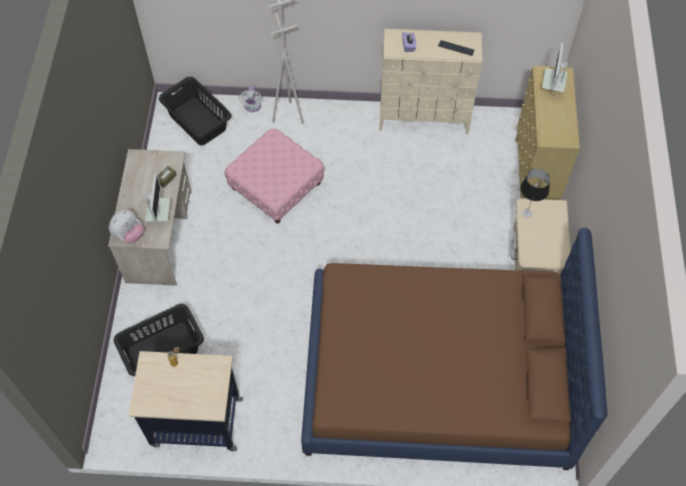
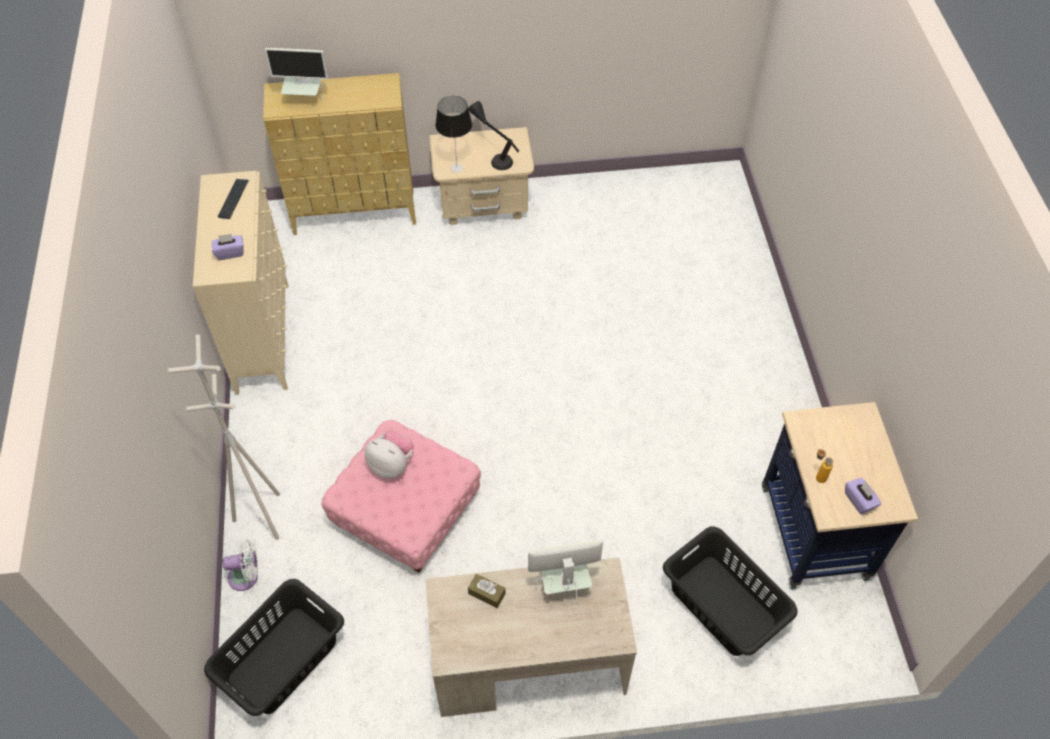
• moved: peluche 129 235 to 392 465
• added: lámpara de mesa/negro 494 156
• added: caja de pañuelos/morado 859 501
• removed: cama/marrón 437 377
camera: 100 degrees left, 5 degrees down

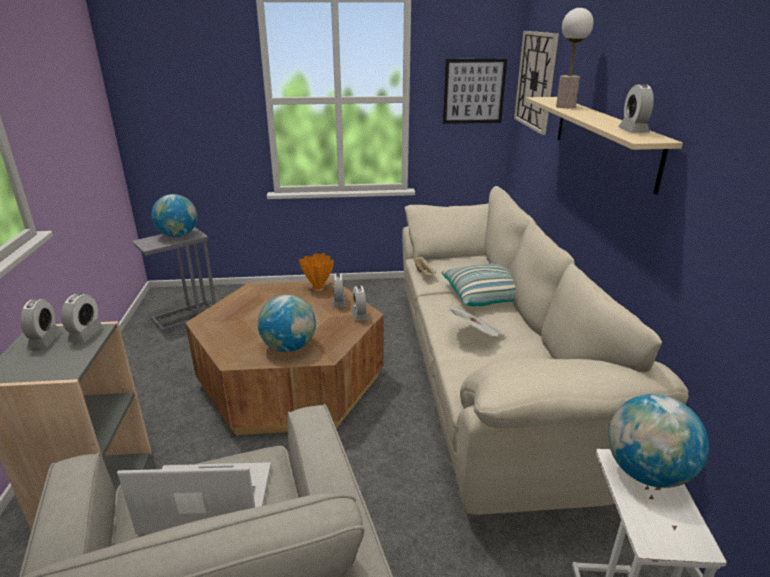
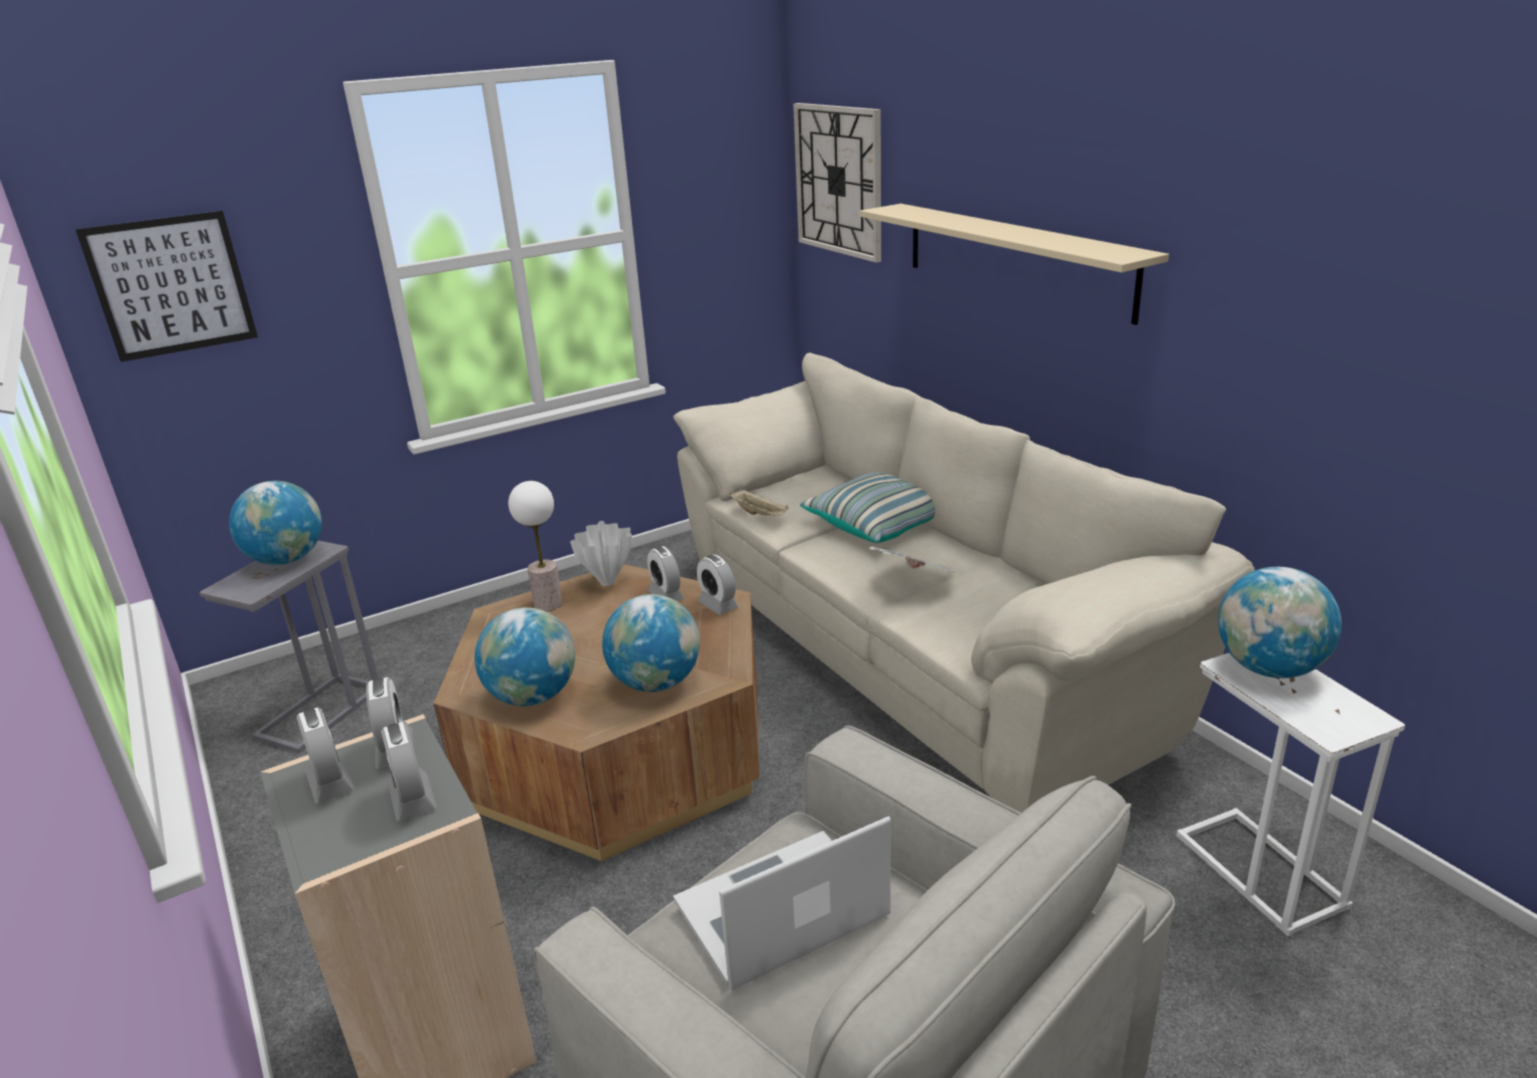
• moved: cuadro 474 91 to 171 285
• moved: despertador 633 131 to 412 799
• added: globo terráqueo 533 696
• moved: lámpara de mesa 566 106 to 548 604
• recoloured: florero/naranja 318 288 to florero/blanco 607 583
camera: 25 degrees left, 0 degrees up

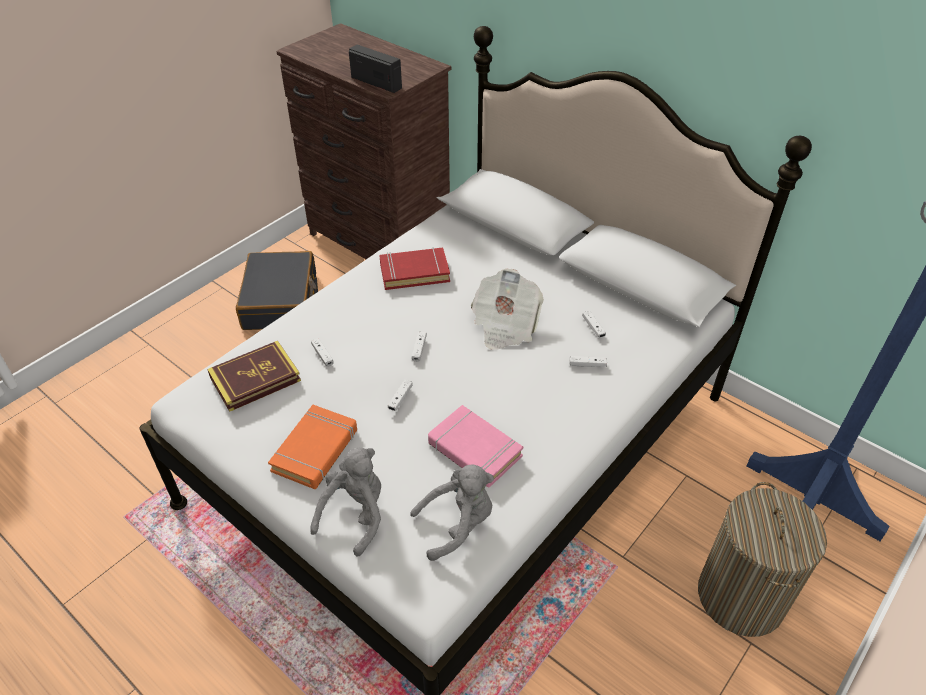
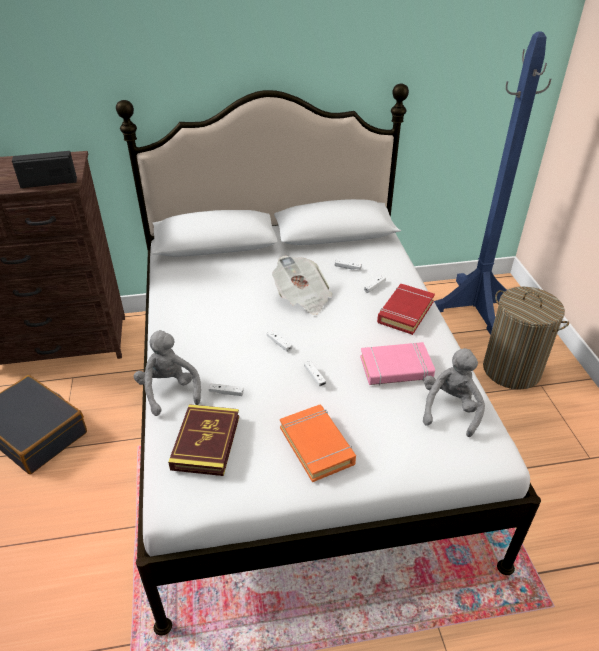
• moved: peluche/gris 355 515 to 169 390
• moved: libro/rojo 414 272 to 405 312
camera: 50 degrees left, 5 degrees down

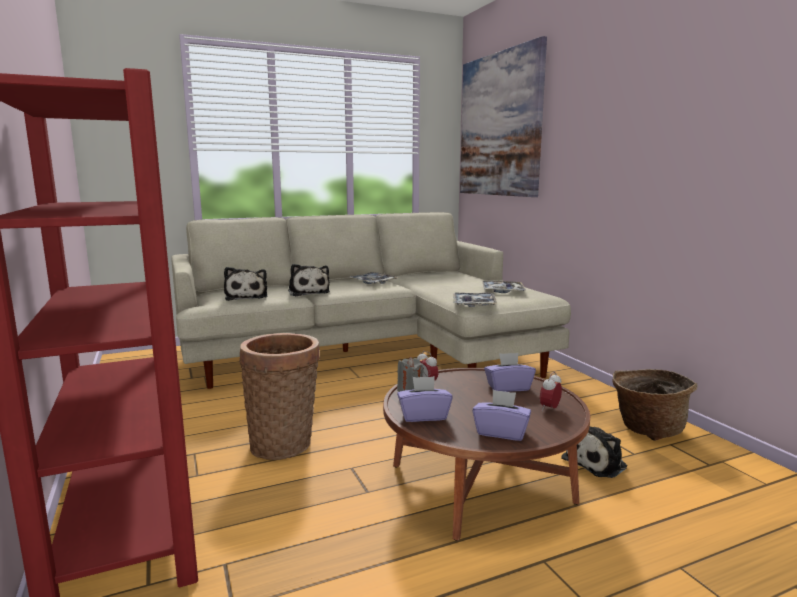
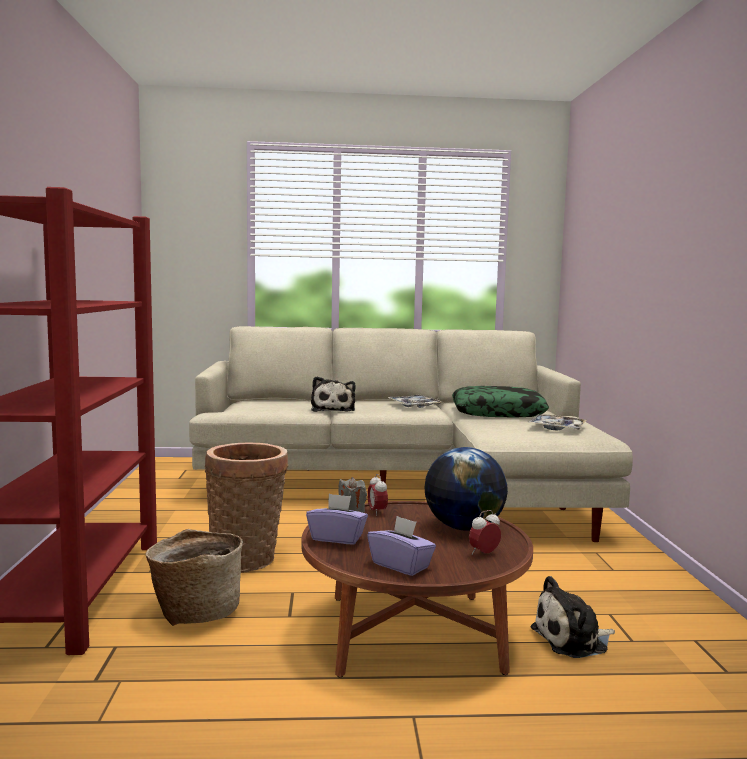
• moved: cesta 647 429 to 195 612
• replaced: caja de pañuelos/morado 508 387 to globo terráqueo 463 527
• added: cojín 498 412
• removed: peluche 246 297
• removed: bandeja 474 304
• removed: cuadro 499 125
camera: 20 degrees right, 5 degrees down

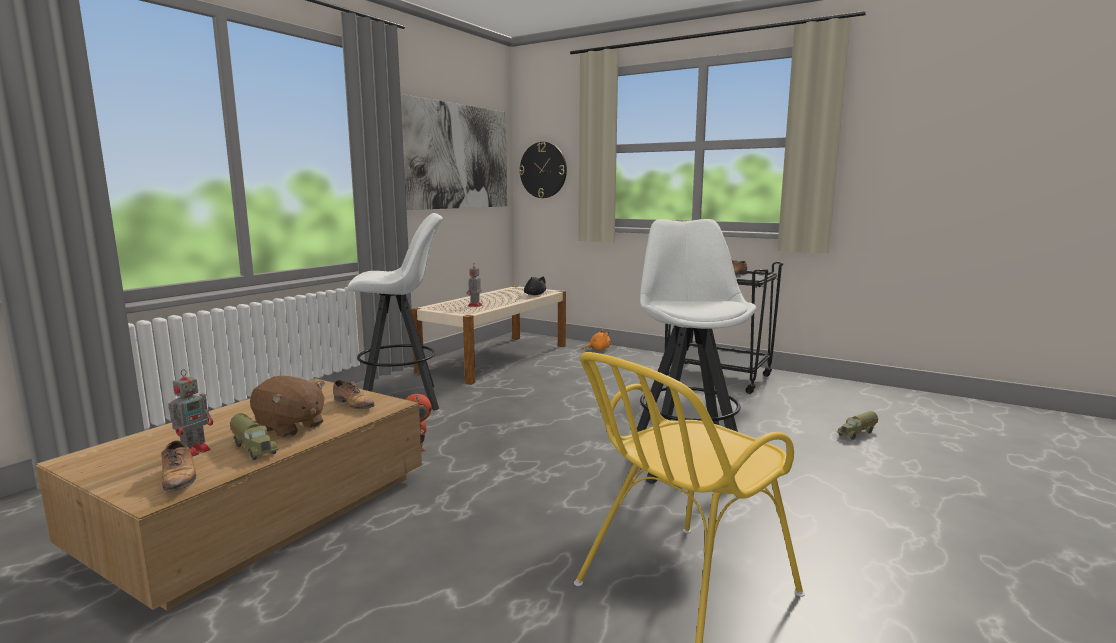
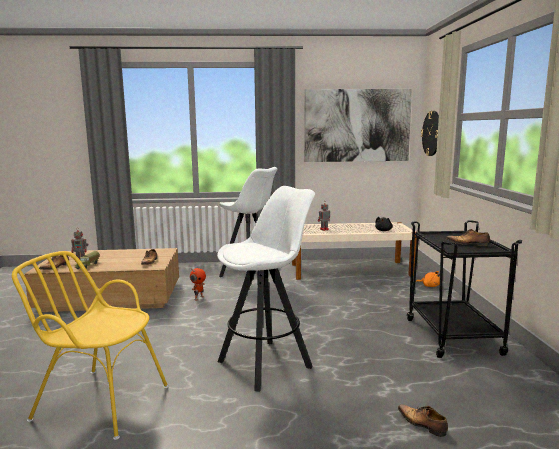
• replaced: camión de juguete 857 433 to zapato 422 424
• removed: peluche/marrón 290 427
camera: 55 degrees right, 0 degrees up

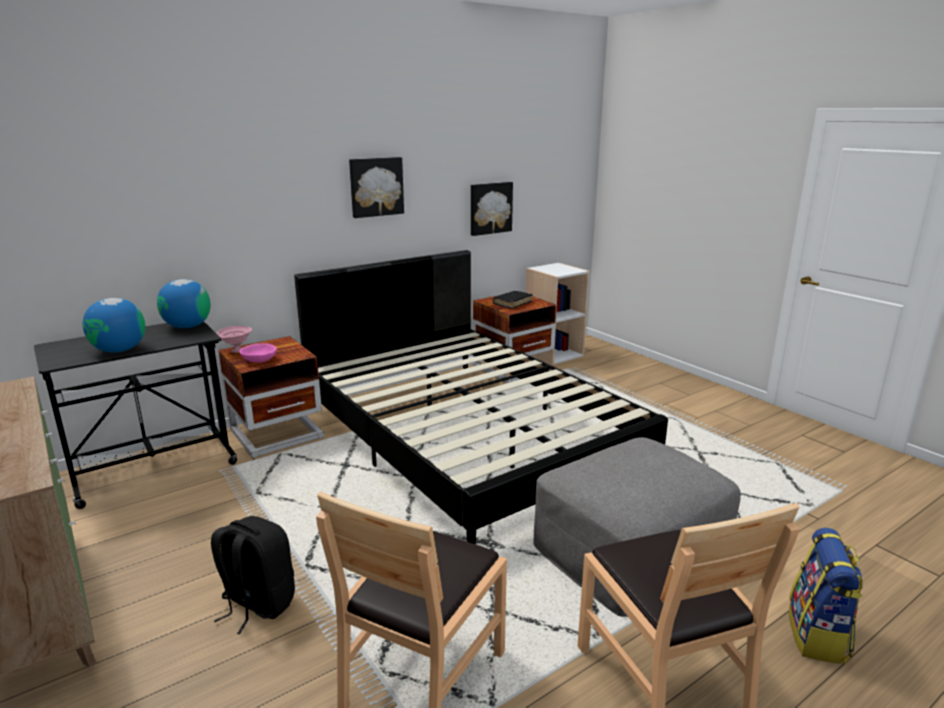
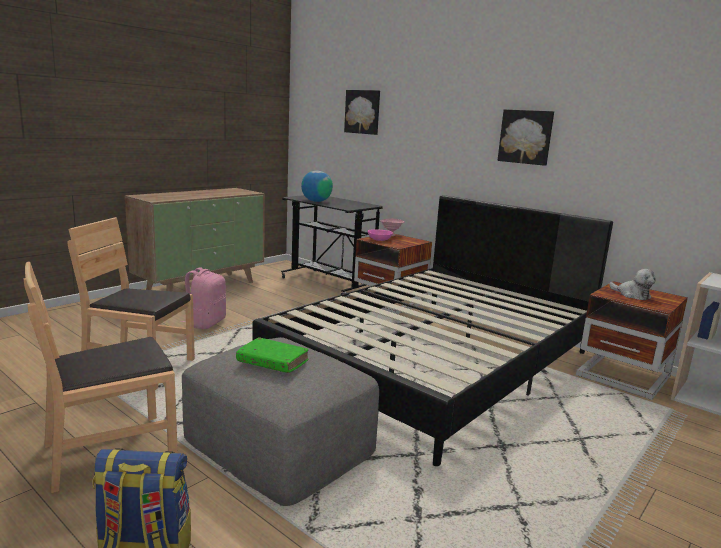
• recoloured: mochila/negro 257 604 to mochila/rosa 206 323
• added: libro/verde 272 362
• moved: cuadro 490 208 to 363 112
• replaced: libro/negro 512 303 to peluche 632 295
• removed: globo terráqueo 187 326
camera: 75 degrees right, 5 degrees down

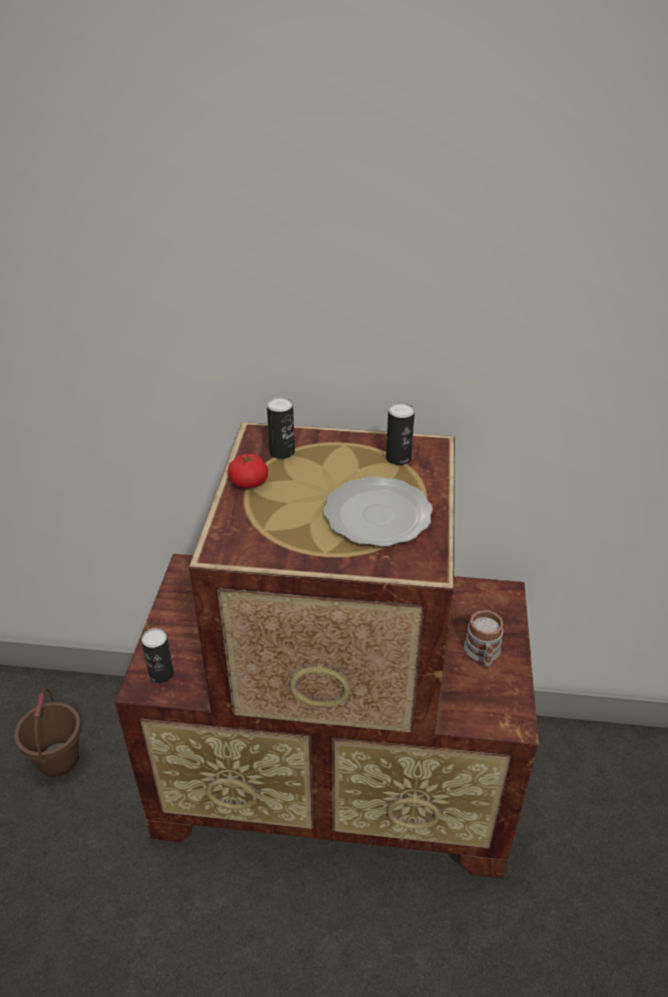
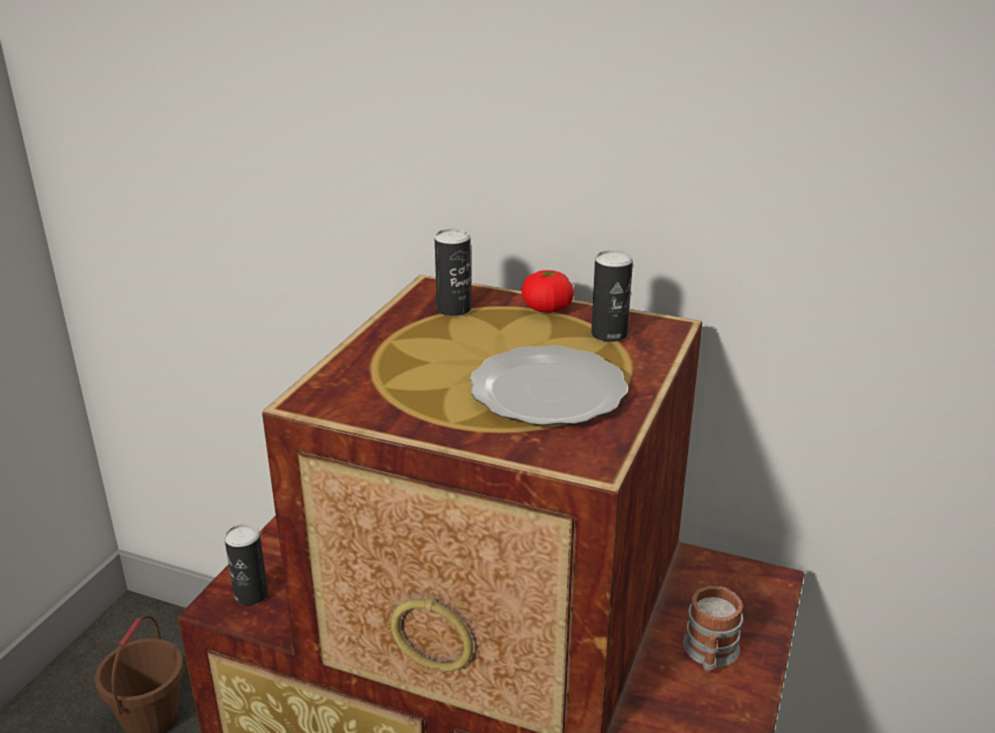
• moved: tomate 248 482 to 547 308
camera: 15 degrees right, 10 degrees down

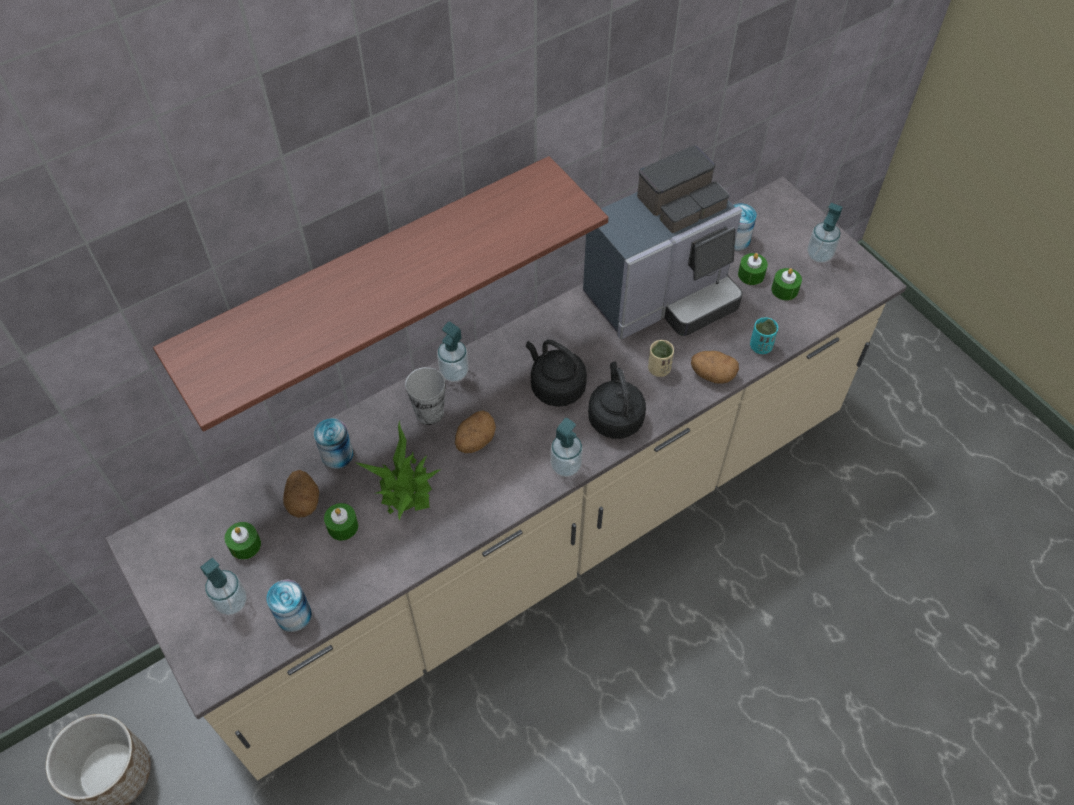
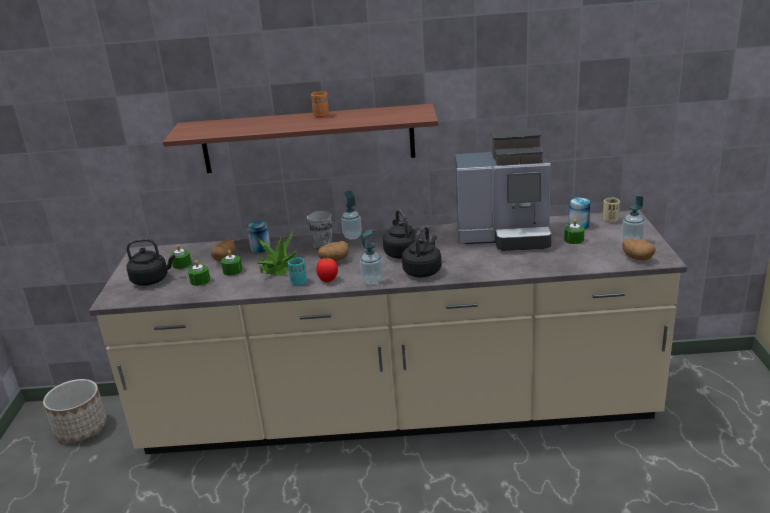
• replaced: dispensador de jabón 232 602 to hervidor/negro 152 280
• moved: vela/verde 784 289 to 200 281
• moved: taza/turquesa 760 346 to 298 282
• added: taza/naranja 321 116
• added: tomate 328 280
• moved: taza/beis 659 369 to 610 220
• moved: patata 712 374 to 637 258
• removed: lata 293 615
camera: 35 degrees right, 30 degrees down

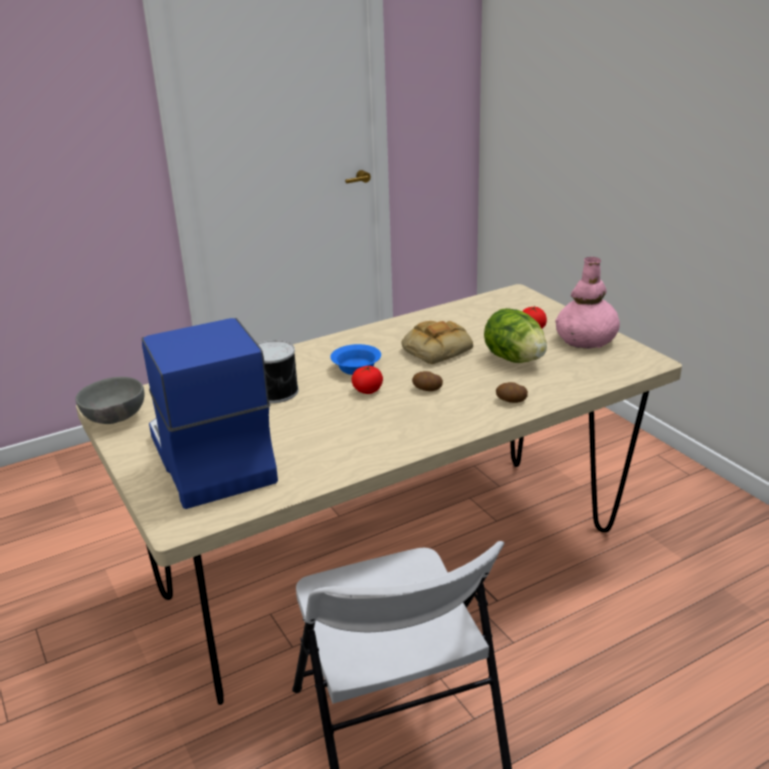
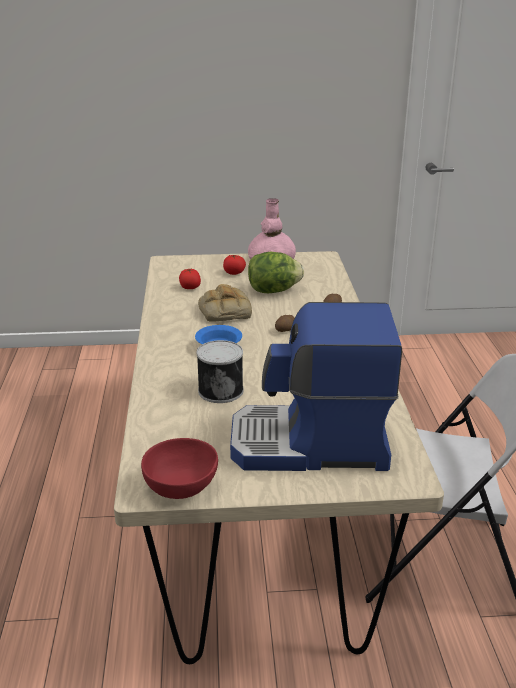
• recoloured: cuenco/gris 114 419 to cuenco/rojo 183 488
• moved: tomate 367 390 to 190 288
camera: 65 degrees left, 0 degrees up

